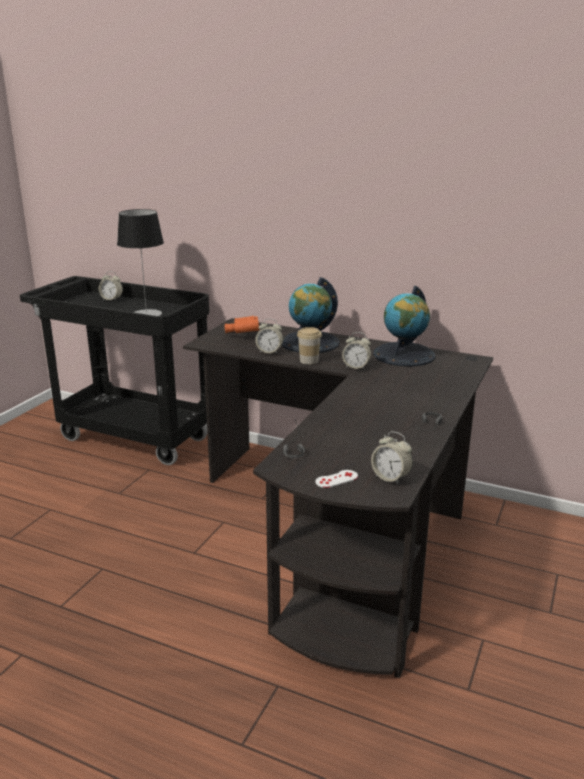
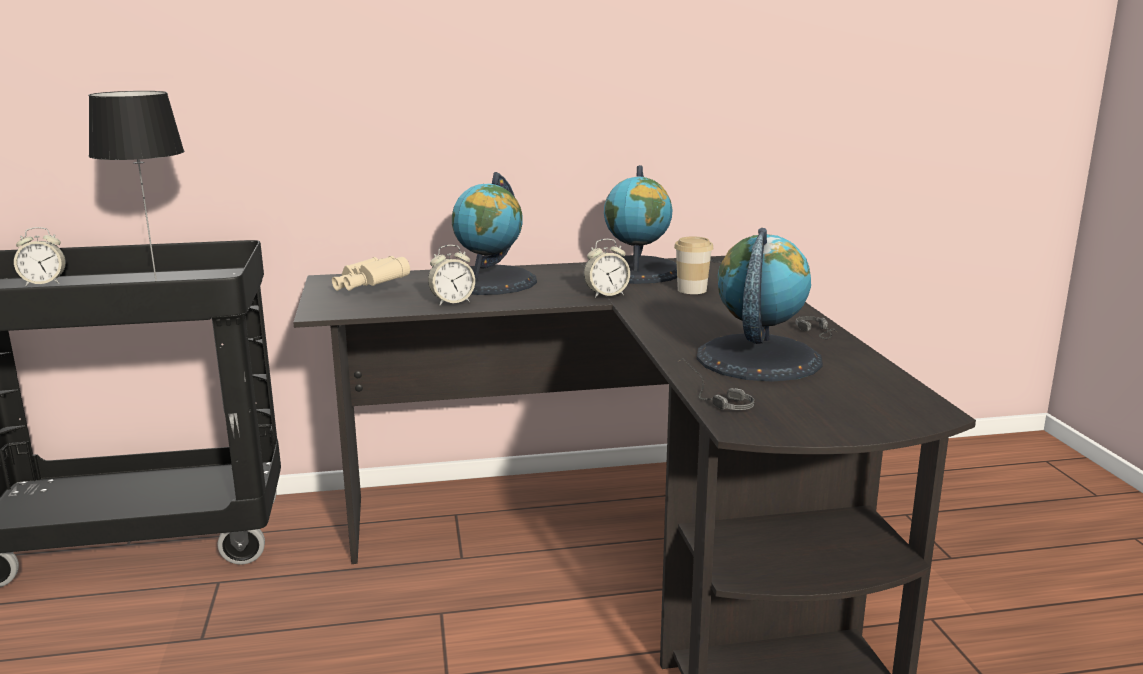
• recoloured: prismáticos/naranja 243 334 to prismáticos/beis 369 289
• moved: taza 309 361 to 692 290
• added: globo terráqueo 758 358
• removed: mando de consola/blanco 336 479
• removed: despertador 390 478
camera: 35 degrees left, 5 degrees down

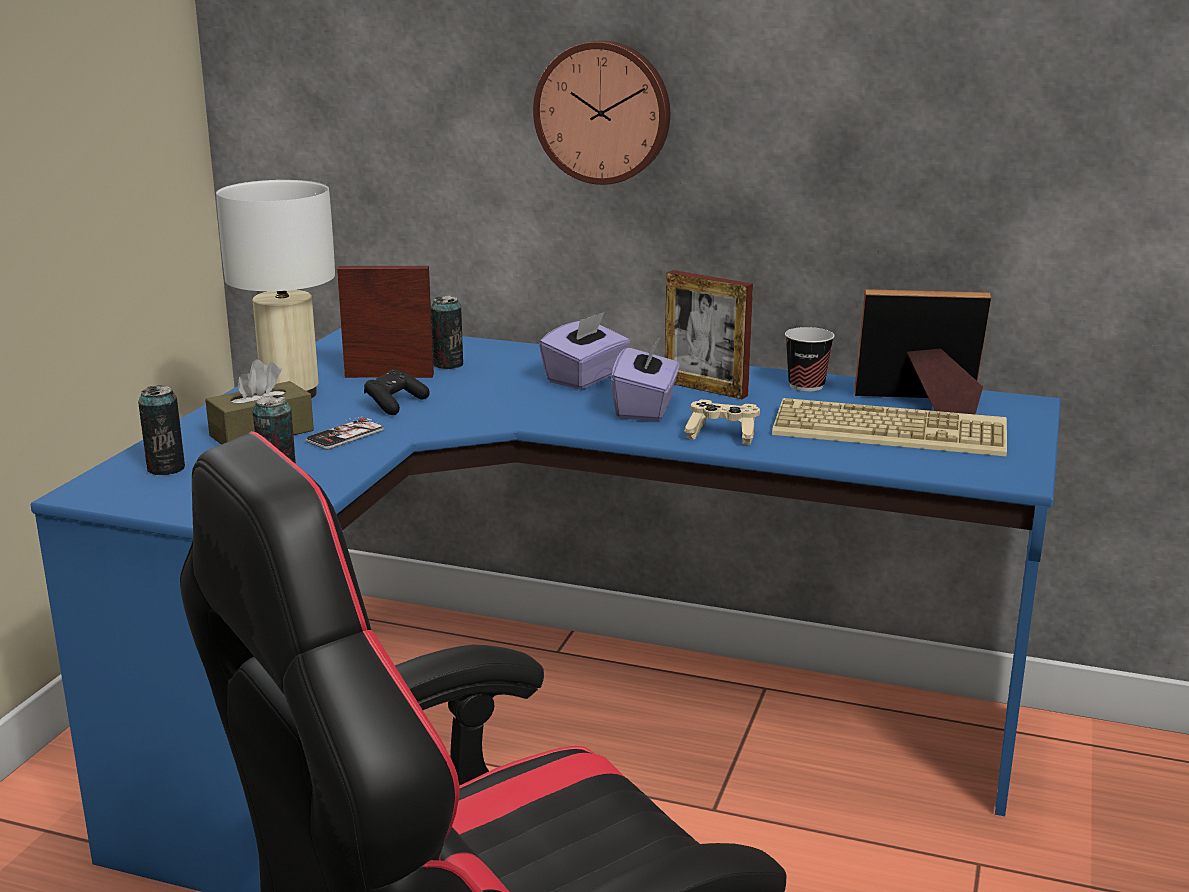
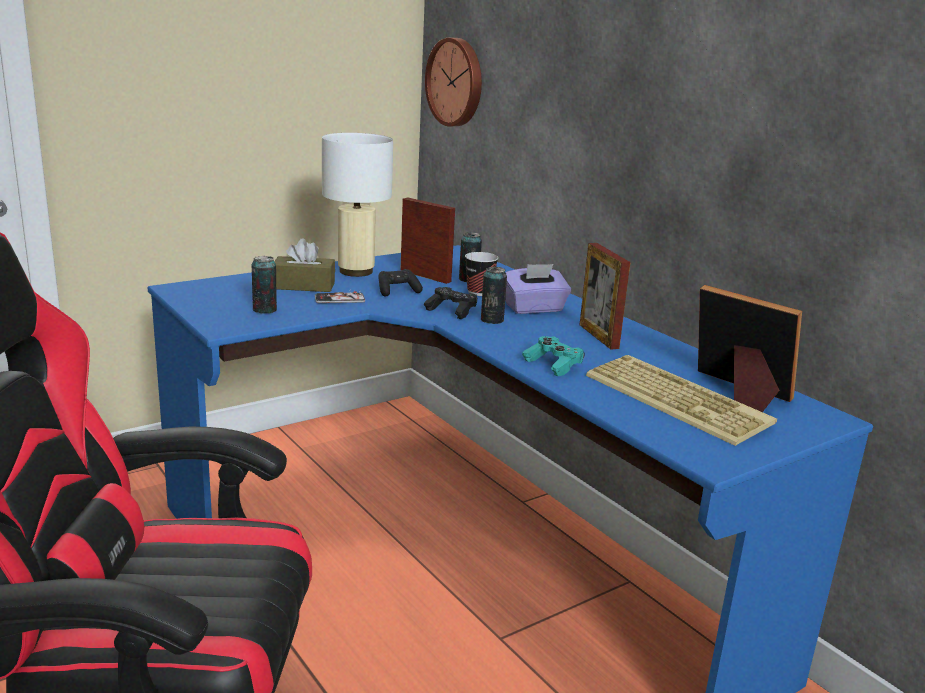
• added: mando de consola/negro 451 311
• moved: reloj de pared 603 112 to 456 82
• moved: taza 806 386 to 479 292
• moved: lata 166 468 to 492 320
• recoloured: mando de consola/beis 722 434 to mando de consola/turquesa 553 365
• removed: caja de pañuelos/morado 646 408
camera: 35 degrees right, 0 degrees up

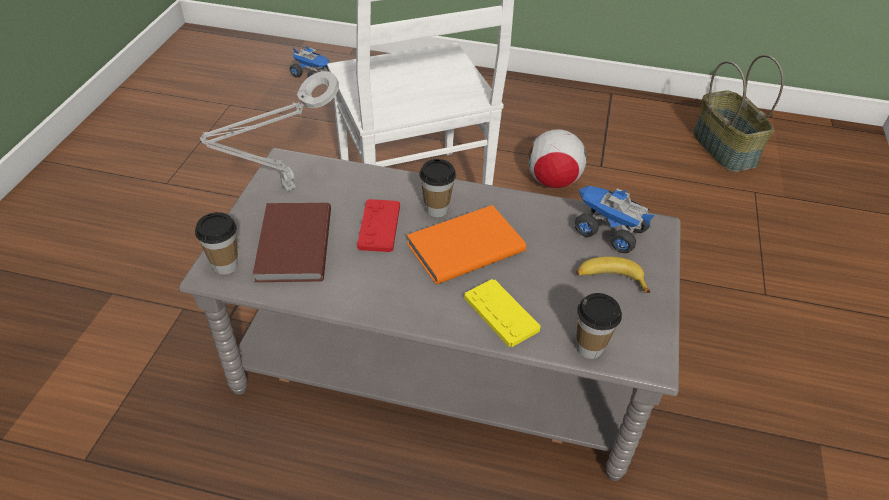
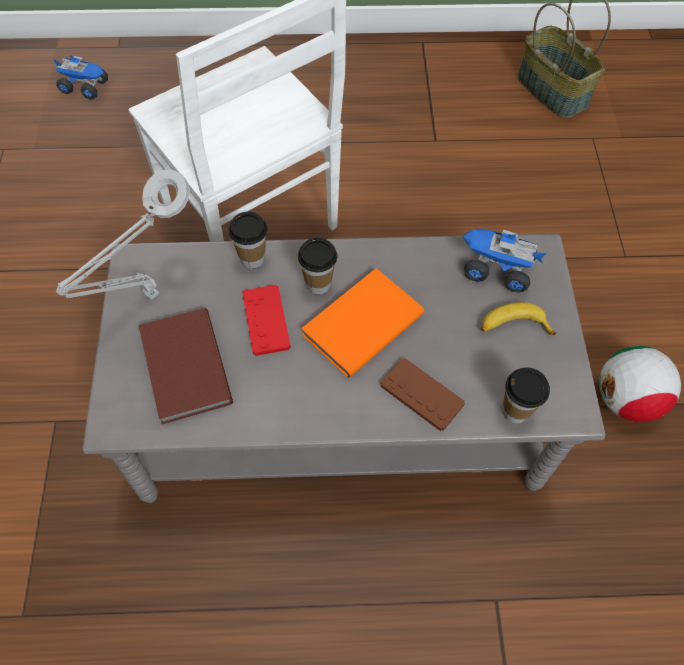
• moved: taza 225 266 to 252 259
• recoloured: mando de consola/amarillo 501 313 to mando de consola/marrón 421 394
• moved: balón de fútbol 553 181 to 626 400
camera: 15 degrees left, 15 degrees up

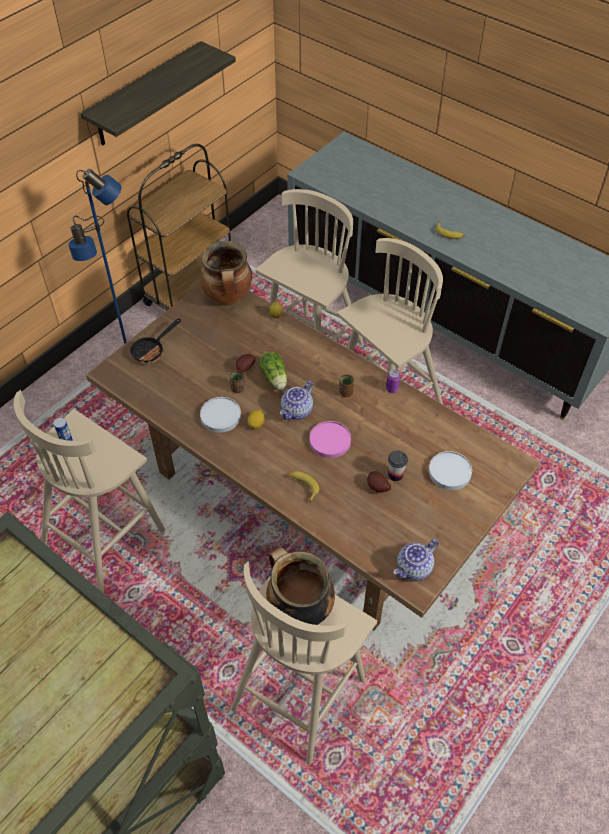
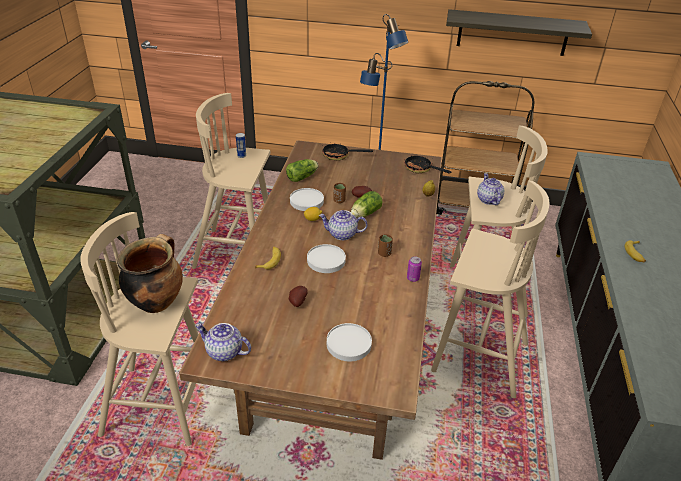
• added: lechuga 303 177
• recoloured: plato/rosa 330 441 to plato/blanco 326 260
• replaced: olla 228 298 to sartén 421 169
• added: tetera 488 200
• removed: taza 395 475
camera: 60 degrees right, 15 degrees down

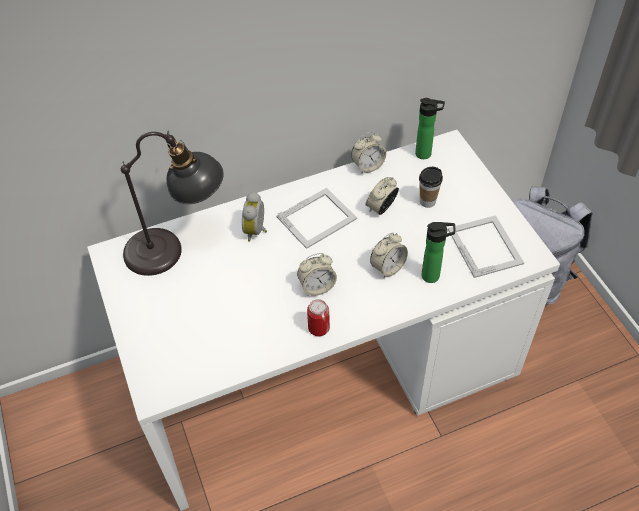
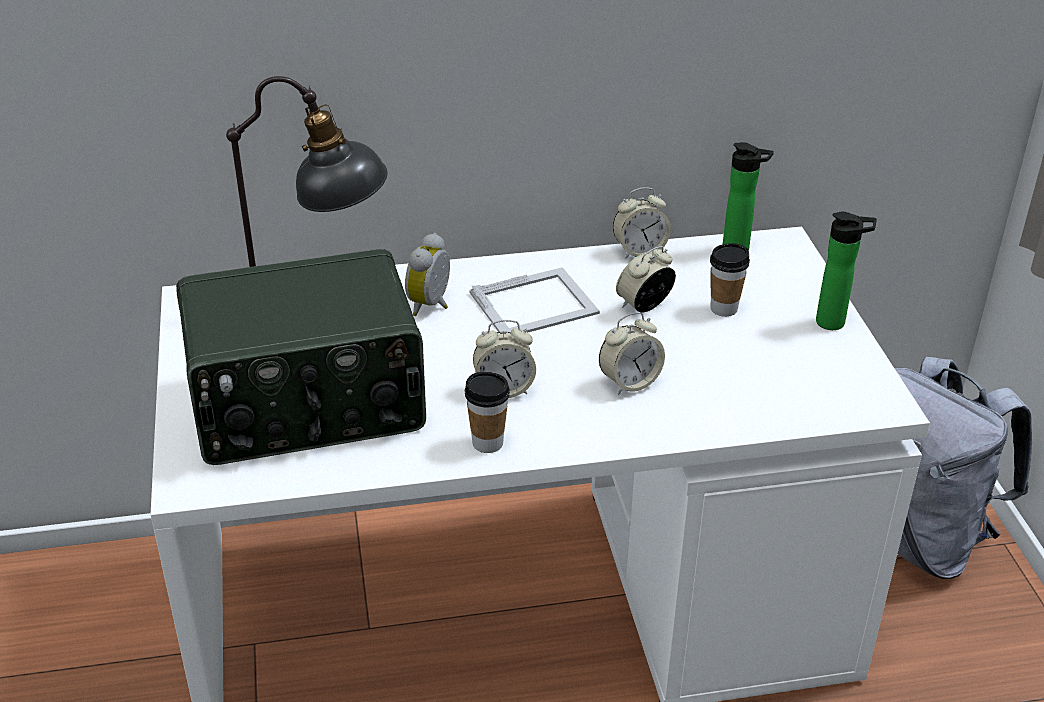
• added: radio 307 405
• replaced: lata 319 328 to taza 487 443
• moved: botella 433 276 to 835 323
• removed: portarretratos 485 245
camera: 10 degrees right, 15 degrees down

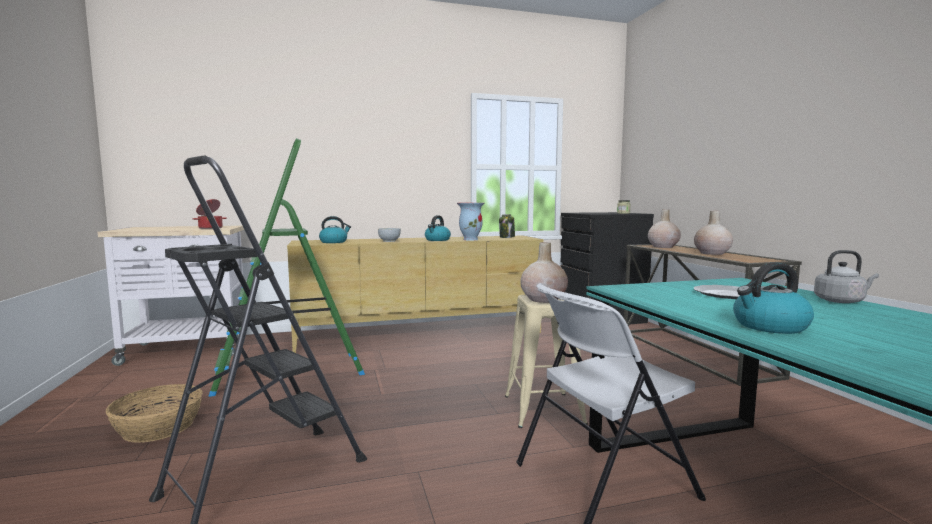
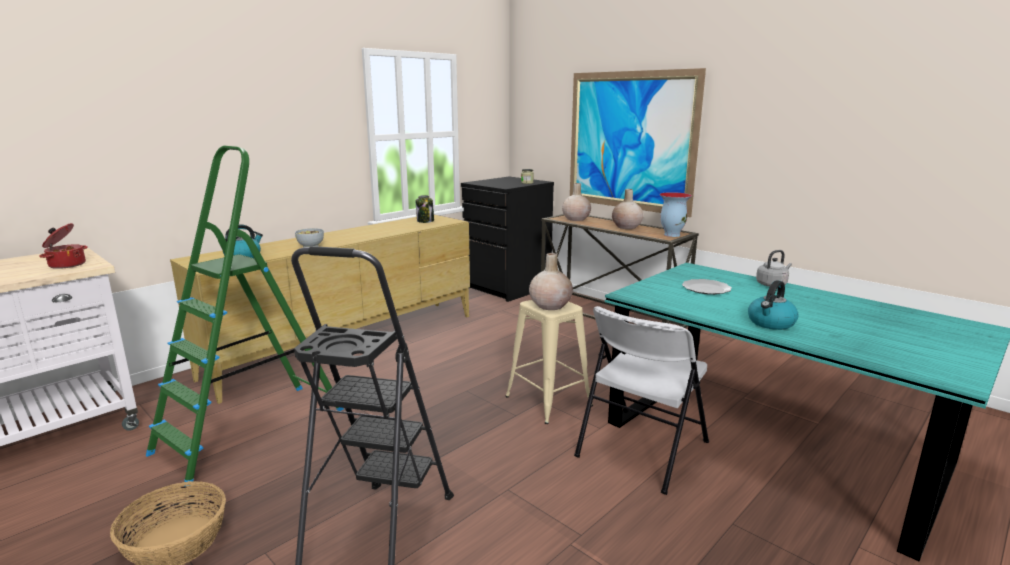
• added: cuadro 630 141
• moved: florero 470 239 to 671 235
• removed: hervidor 437 240
camera: 30 degrees left, 10 degrees up

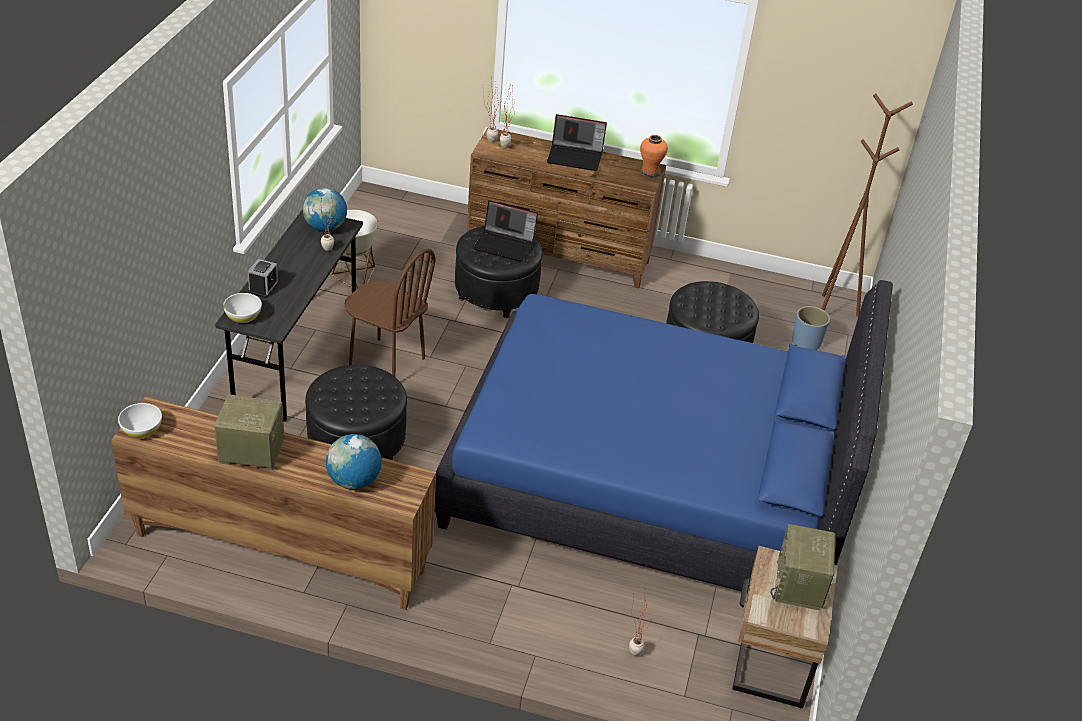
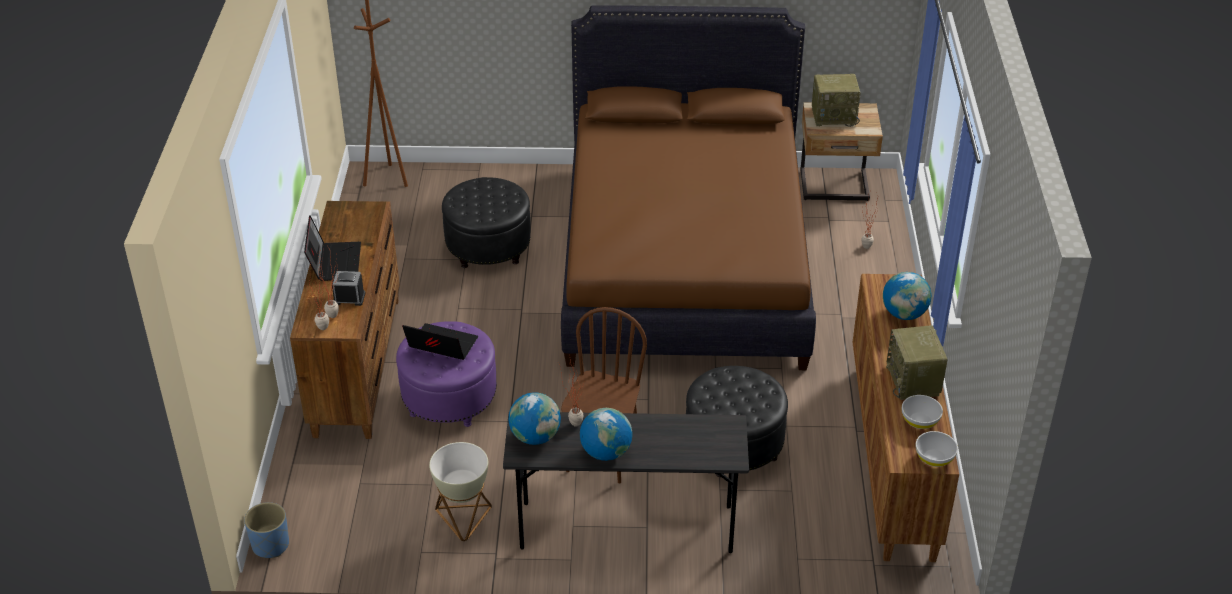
• moved: maceta/azul 806 342 to 271 545
• moved: despertador 263 288 to 349 298
• recoloured: puf/negro 496 294 to puf/morado 449 399
• turned: portátil 505 244 = 440 346 75 degrees counterclockwise
• recoloured: cama/azul 648 483 to cama/marrón 683 261
• added: globo terráqueo 606 452
• moved: cuenco/blanco 243 316 to 920 421
• removed: florero/naranja 650 172
camera: 100 degrees left, 0 degrees up

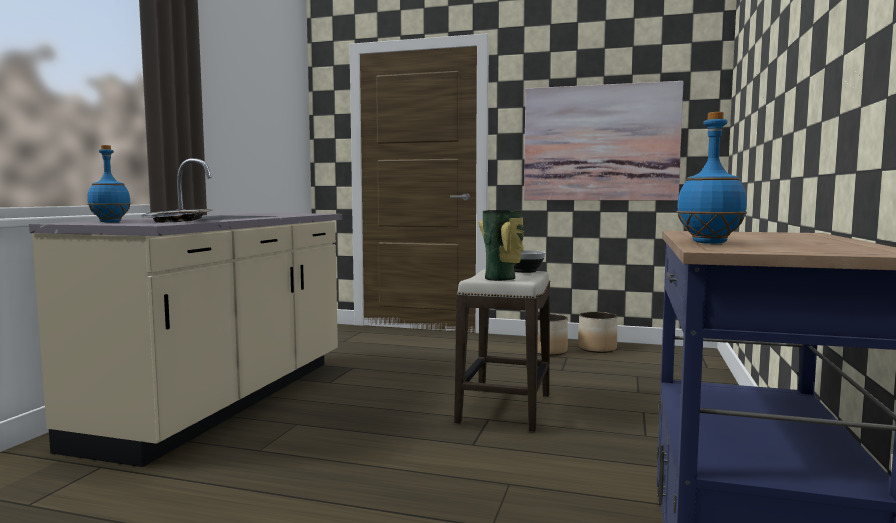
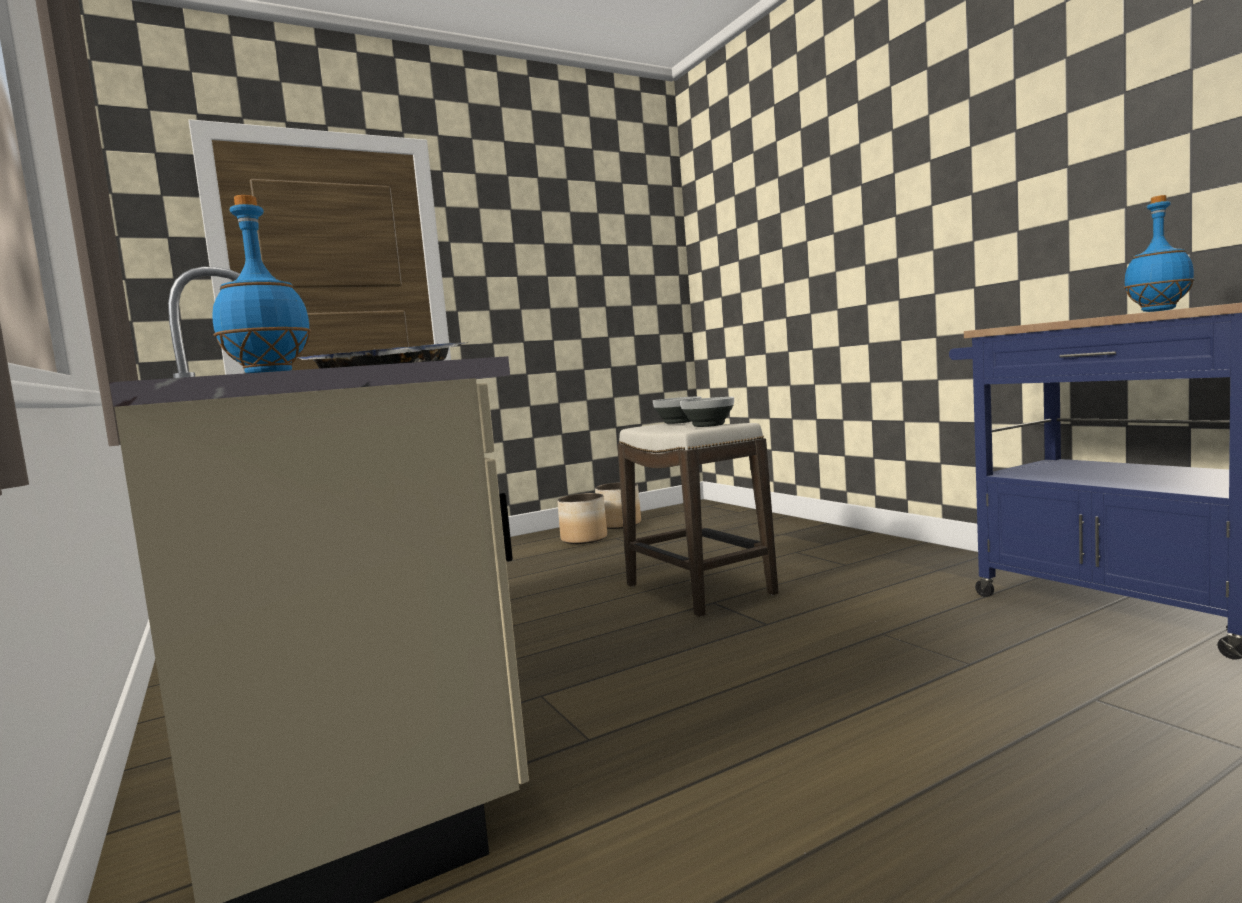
• replaced: florero 502 278 to cuenco 708 425
• removed: cuadro 600 143
camera: 45 degrees left, 0 degrees up

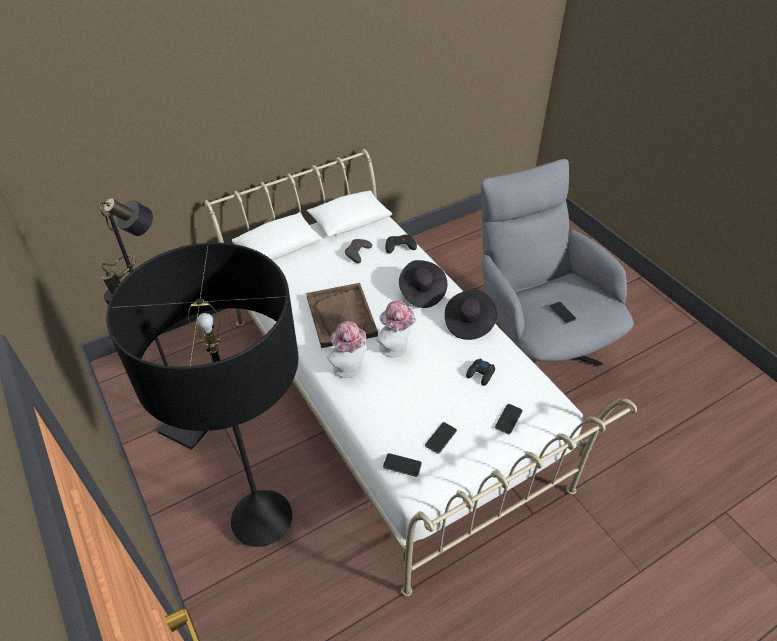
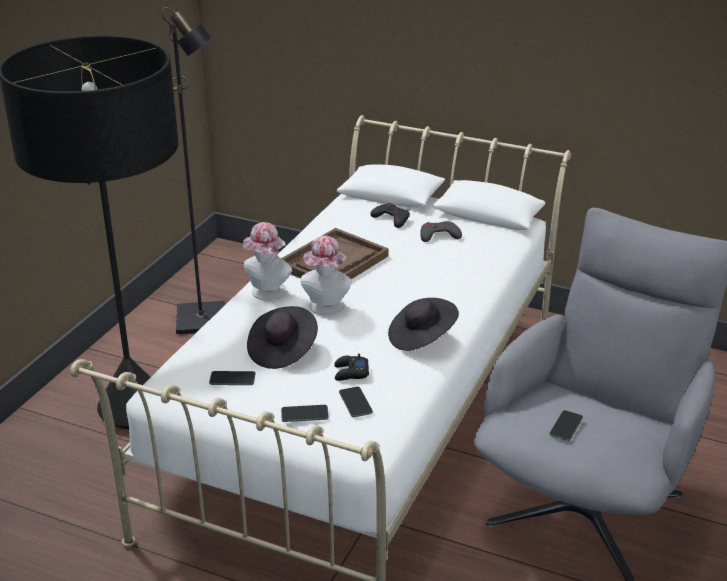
• moved: sombrero/negro 421 292 to 282 351
• moved: móvil 402 465 to 355 402
• moved: mando de consola/negro 399 246 to 391 219
camera: 55 degrees right, 15 degrees down

